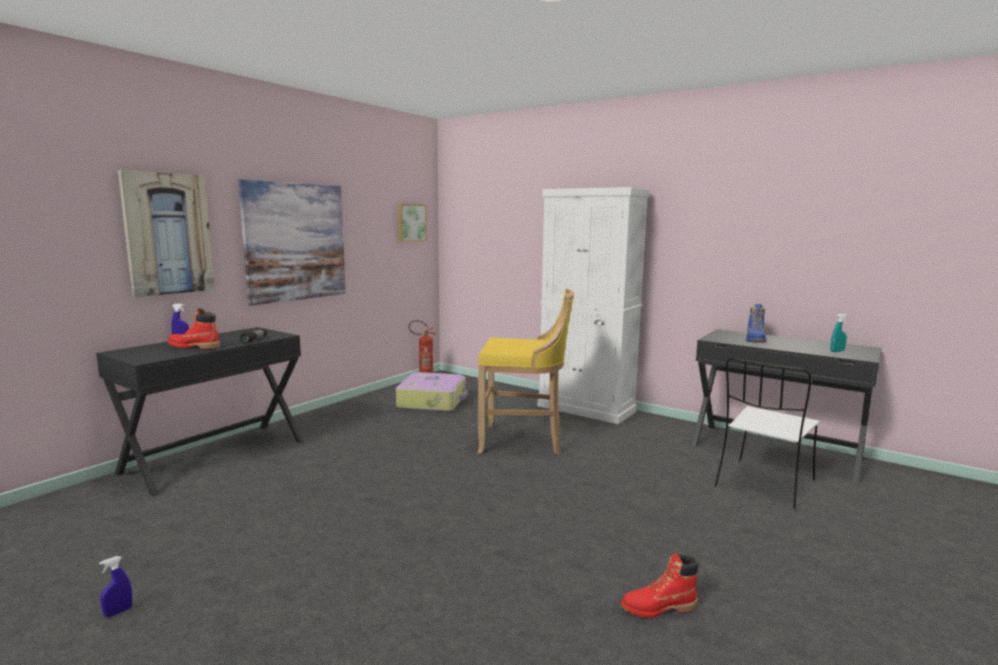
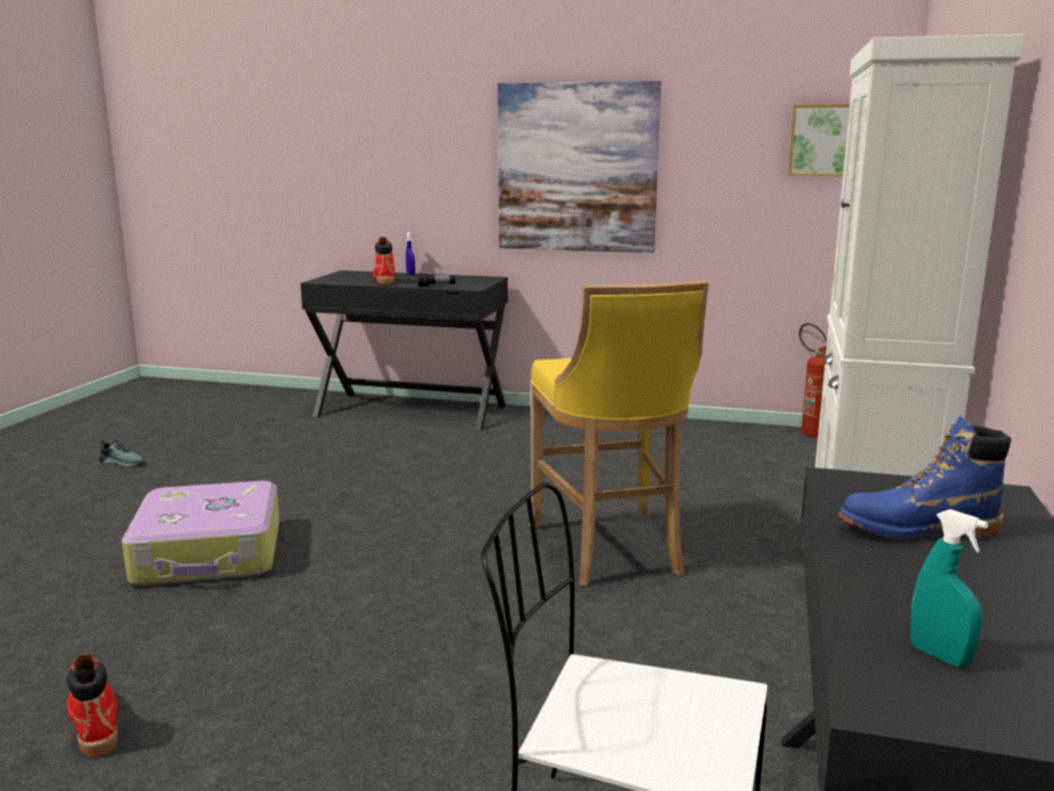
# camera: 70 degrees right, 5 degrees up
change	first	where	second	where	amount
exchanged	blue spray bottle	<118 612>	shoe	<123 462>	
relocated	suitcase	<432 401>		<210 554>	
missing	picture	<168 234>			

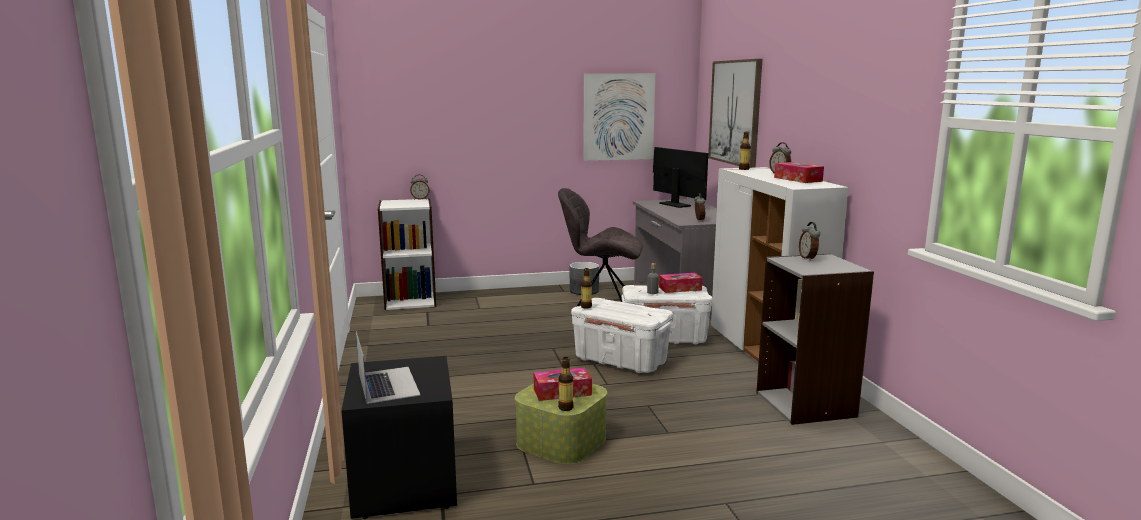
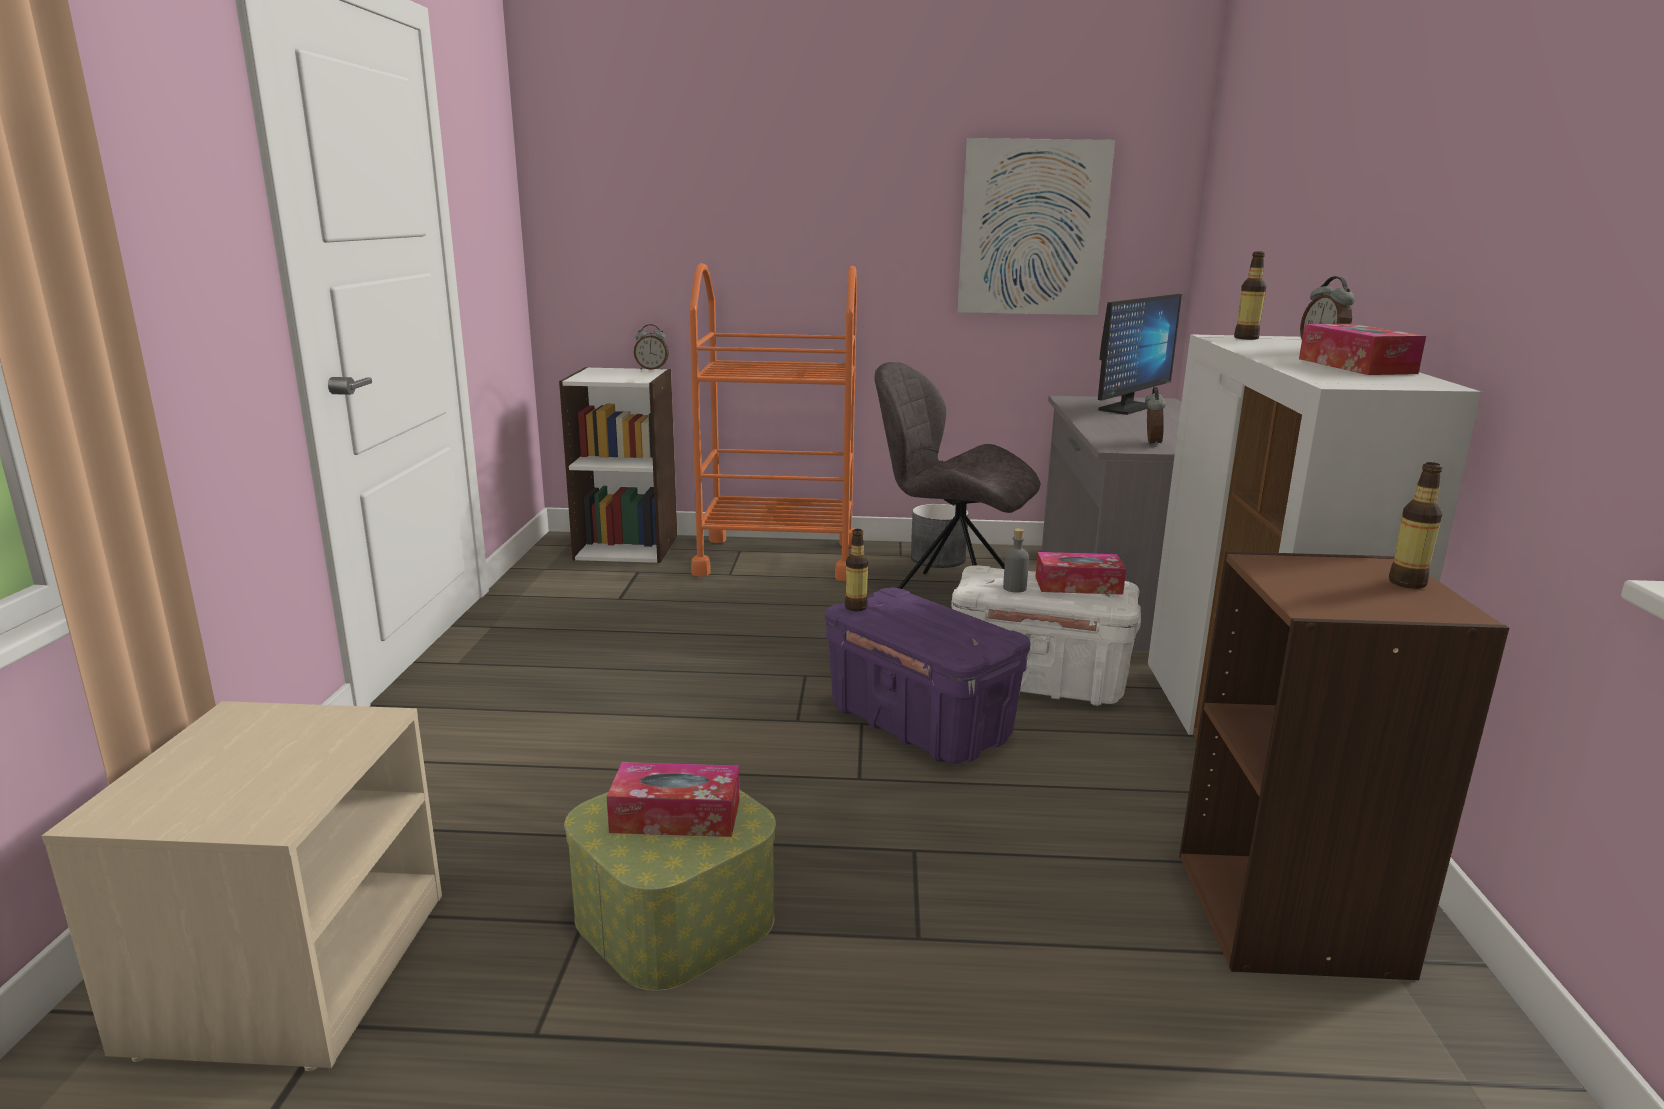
# camera: 15 degrees right, 5 degrees up
change	first	where	second	where	amount
colour	black nightstand	<403 481>	beige nightstand	<290 968>	
appeared			orange cart	<777 558>	
colour	white storage box	<620 361>	purple storage box	<917 724>	
spun	monitor	<675 204>		<1126 408>	60 degrees clockwise
colour	grey bookcase	<806 404>	brown bookcase	<1292 913>	
relocated	bottle	<565 408>		<1407 583>	
missing	laptop	<388 384>			
missing	picture	<735 112>			
missing	alarm clock	<808 258>			

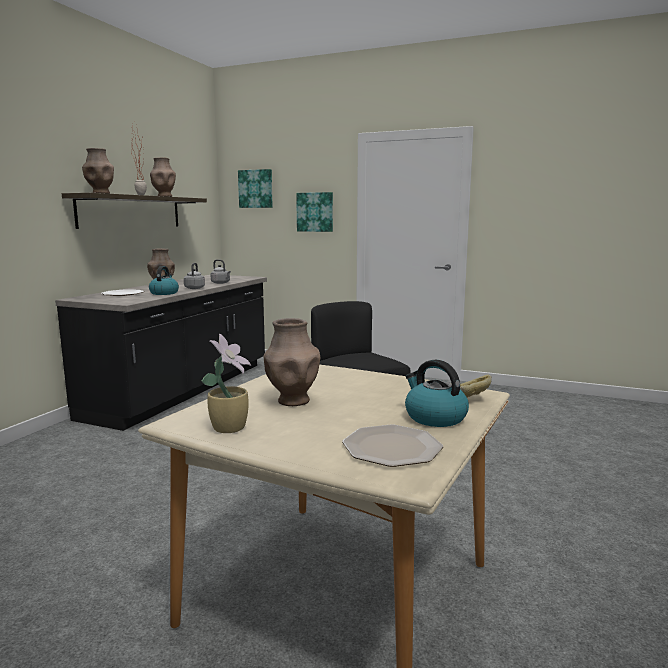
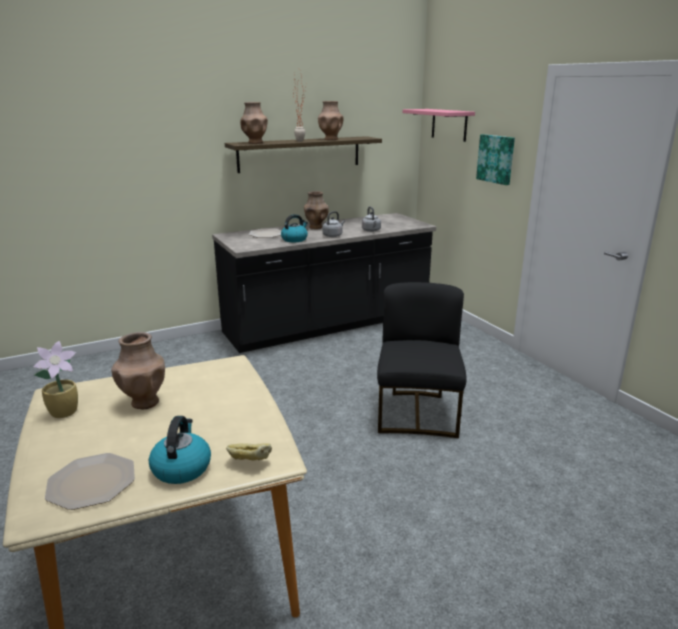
# camera: 40 degrees right, 10 degrees up
change	first	where	second	where	amount
exchanged	picture	<256 189>	pink shelf	<449 125>	

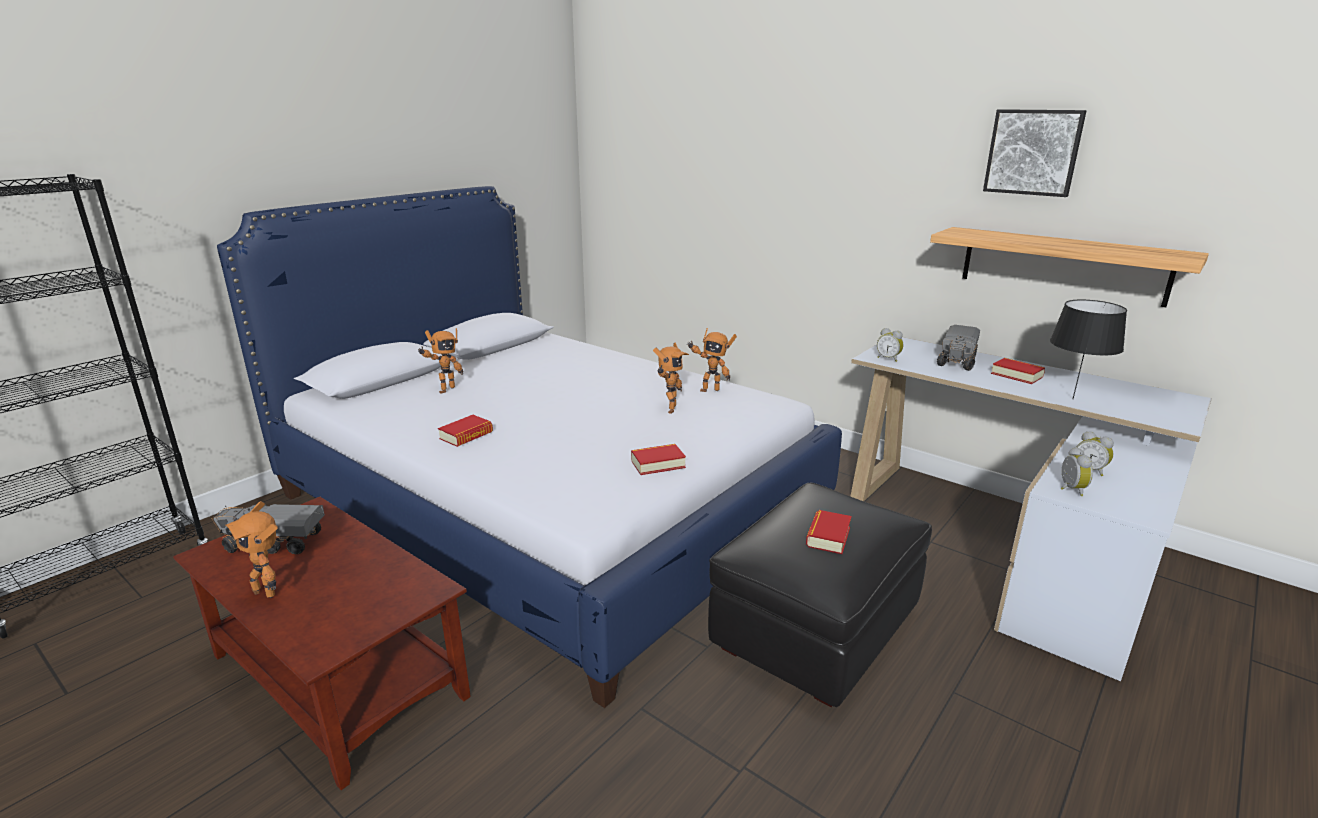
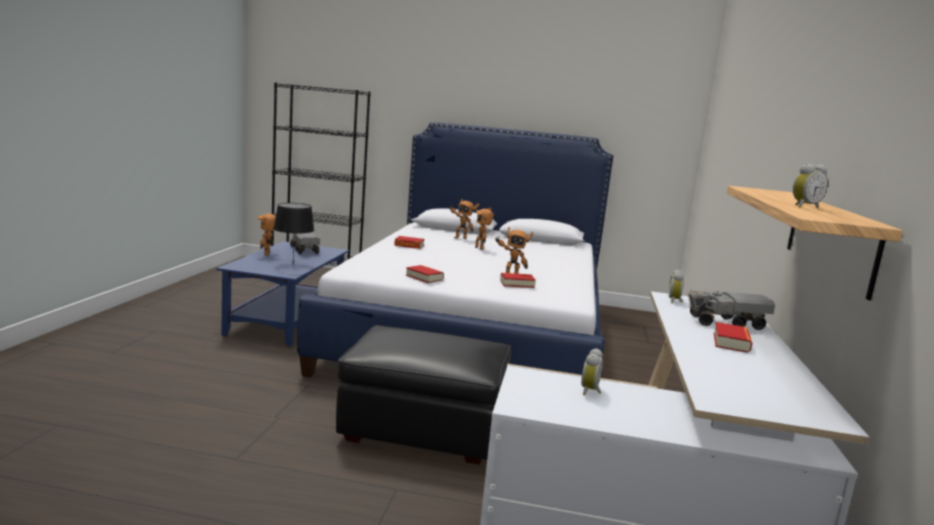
# camera: 60 degrees right, 10 degrees down
change	first	where	second	where	amount
colour	brown coffee table	<340 676>	blue coffee table	<287 320>	
relocated	black table lamp	<1072 399>		<292 264>	
relocated	toy robot	<709 389>		<480 248>	
relocated	book	<828 536>		<517 284>	
relocated	alarm clock	<1069 489>		<803 207>	
missing	picture	<1033 152>			

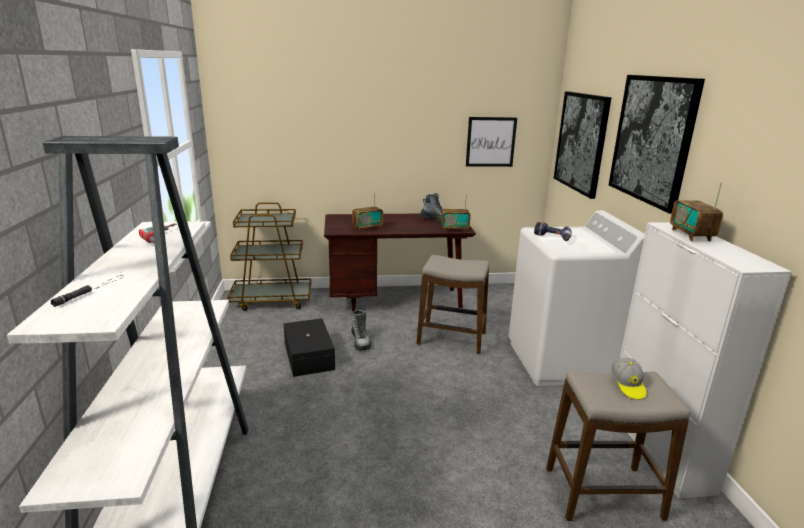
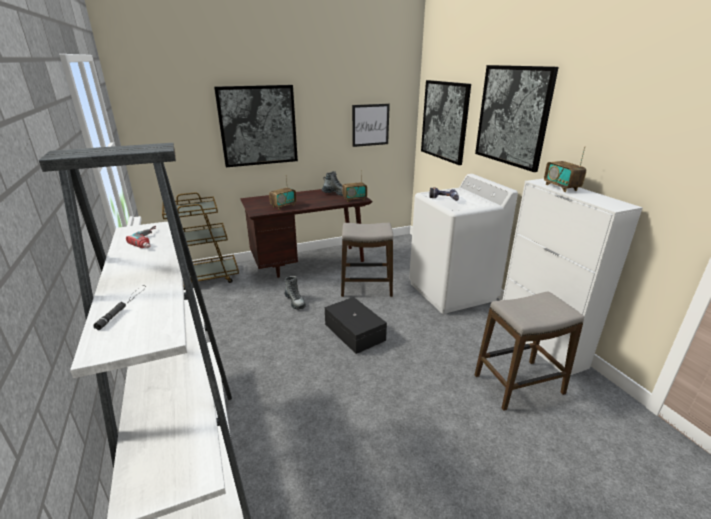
# camera: 15 degrees left, 5 degrees up
change	first	where	second	where	amount
appeared			picture	<258 126>	
relocated	black storage box	<310 355>		<355 331>	
missing	cap	<627 385>			

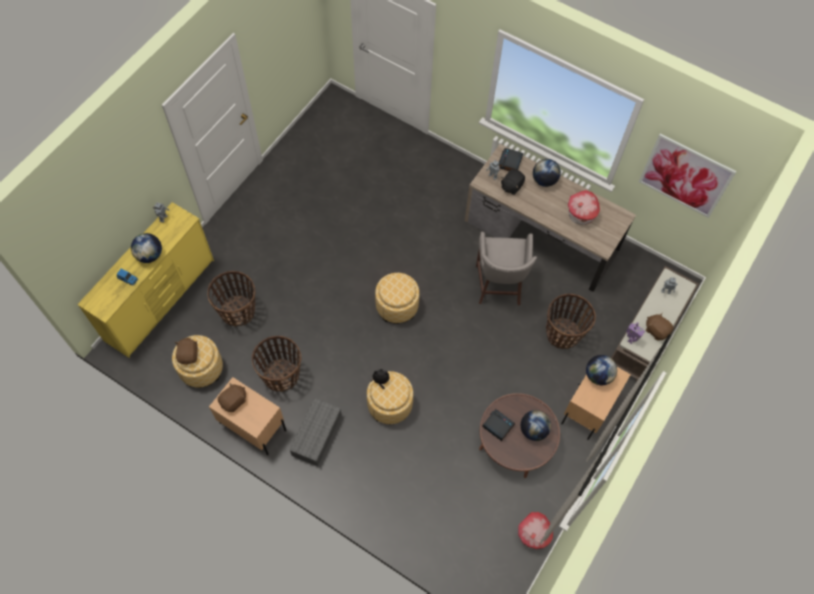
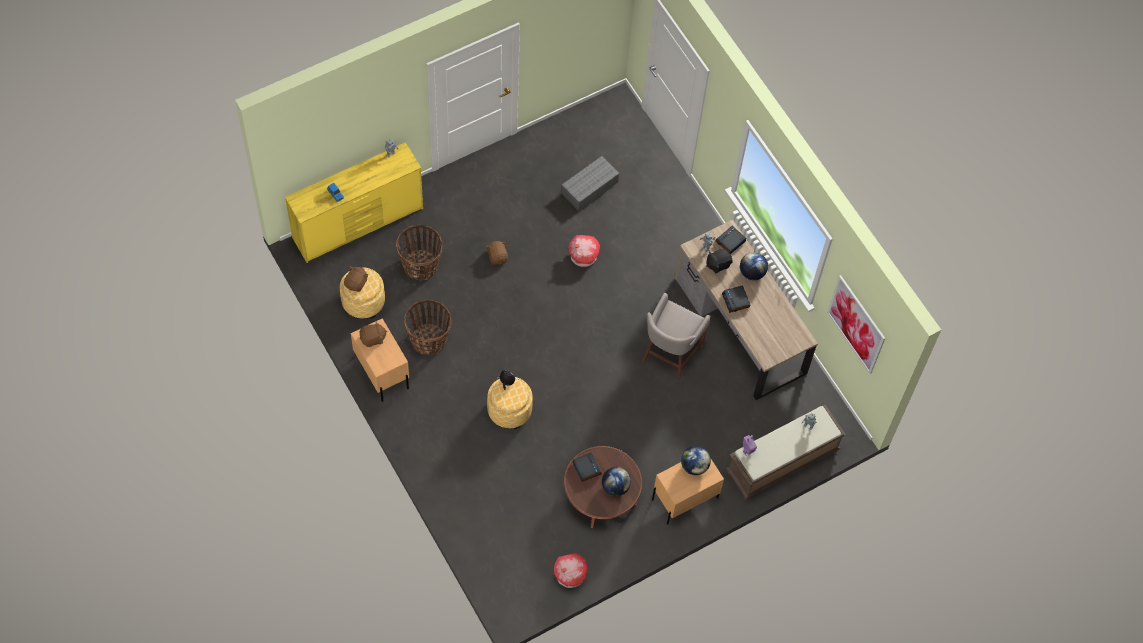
# camera: 25 degrees right, 0 degrees up
change	first	where	second	where	amount
relocated	brown plush toy	<656 330>		<497 257>	
relocated	grey storage box	<316 434>		<590 187>	
relocated	toy house	<581 215>		<583 257>	
appeared			alarm clock	<736 301>	
missing	globe	<150 255>			
missing	ottoman	<397 306>			
missing	basket	<563 333>			

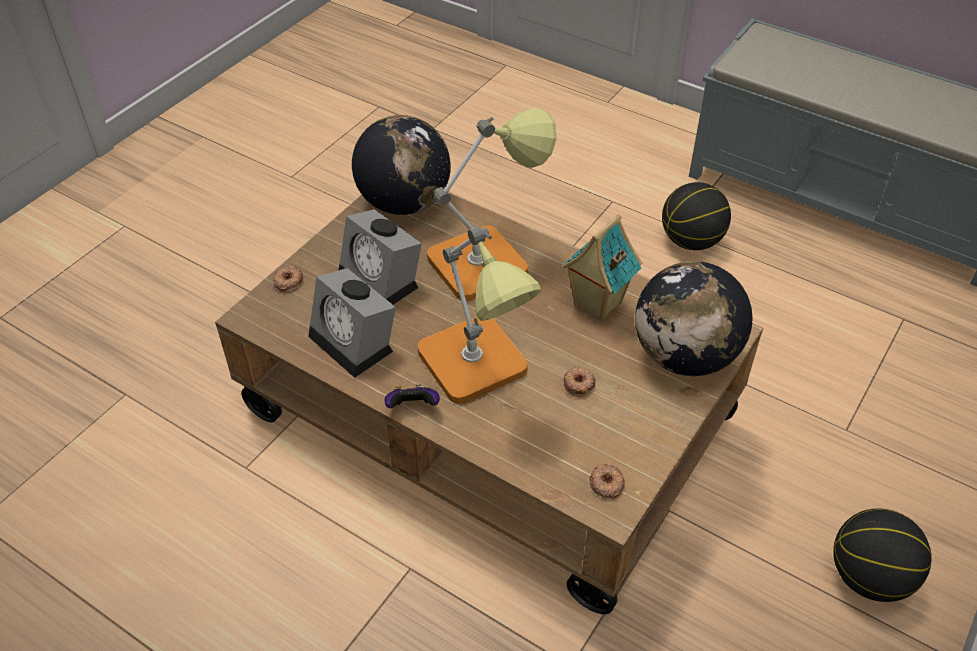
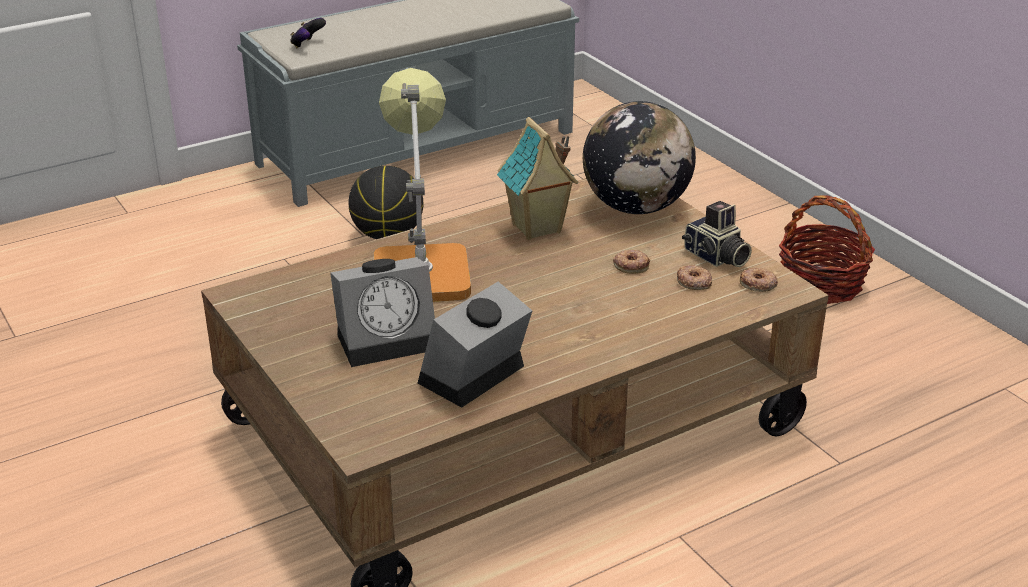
# camera: 65 degrees left, 15 degrees down
change	first	where	second	where	amount
relocated	game controller	<413 407>		<307 45>	
spun	alarm clock	<355 343>		<473 378>	150 degrees clockwise
relocated	donut	<288 281>		<693 282>	
appeared			photo camera	<716 257>	
exchanged	basketball	<869 577>	basket	<821 284>	
missing	globe	<404 202>			
missing	table lamp	<480 370>			

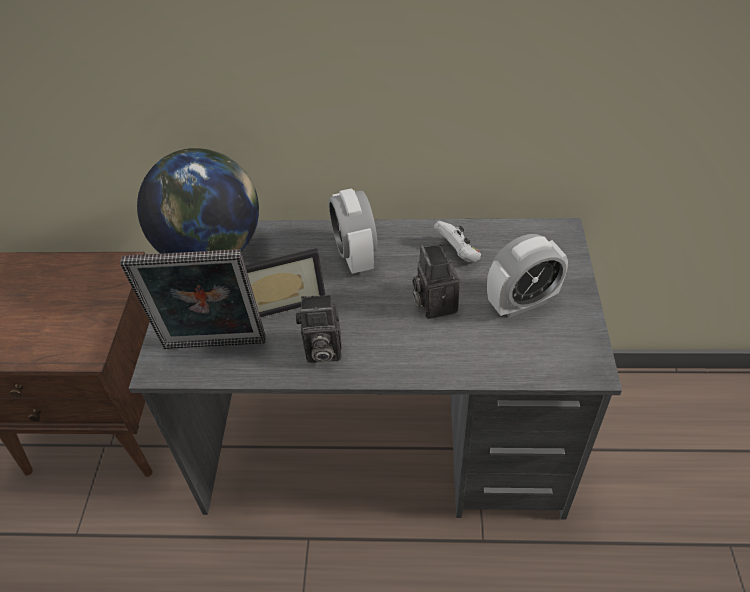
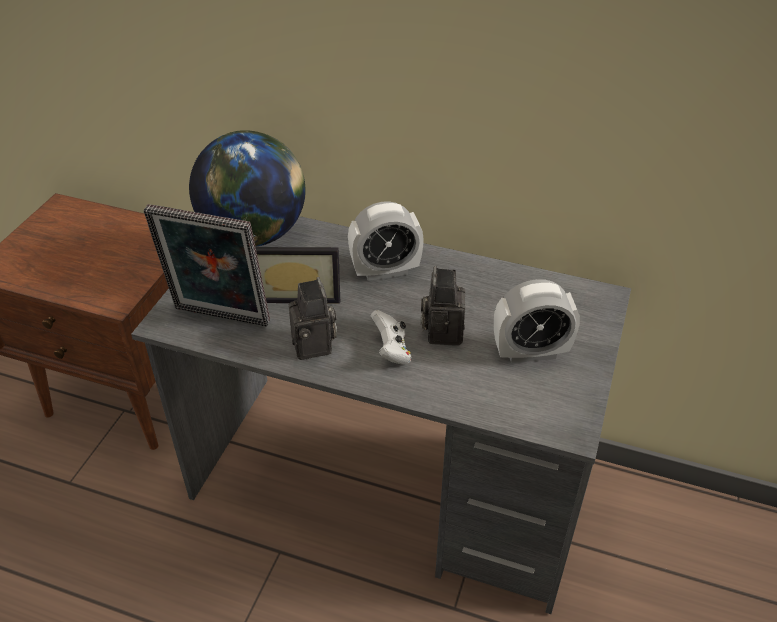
# camera: 15 degrees right, 5 degrees down
change	first	where	second	where	amount
spun	photo camera	<321 351>		<315 346>	120 degrees counterclockwise
spun	alarm clock	<355 256>		<385 271>	105 degrees counterclockwise
relocated	white game controller	<458 253>		<391 351>	

